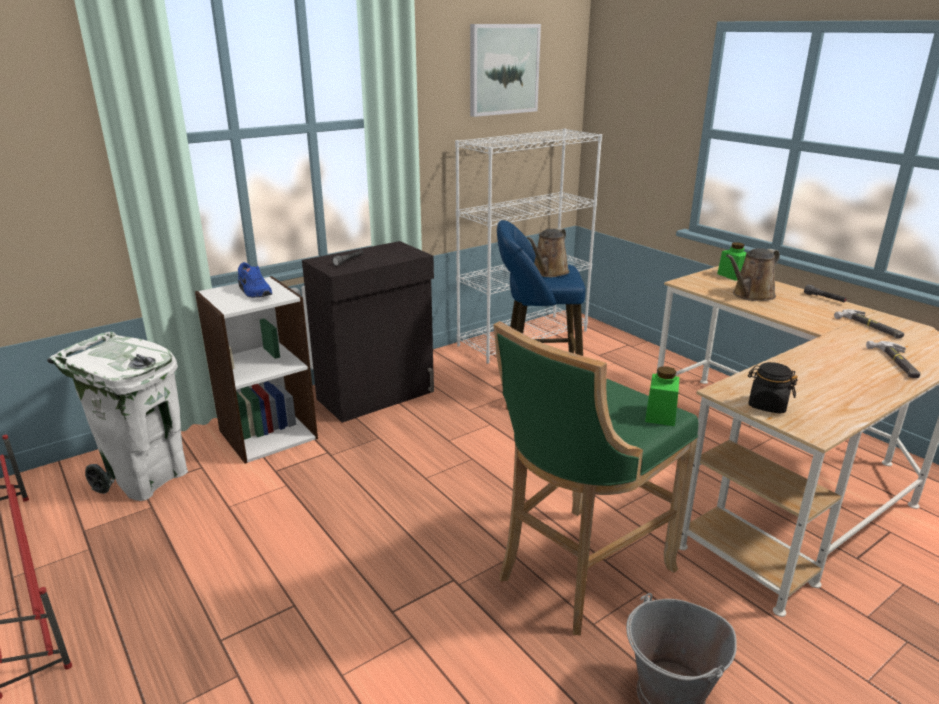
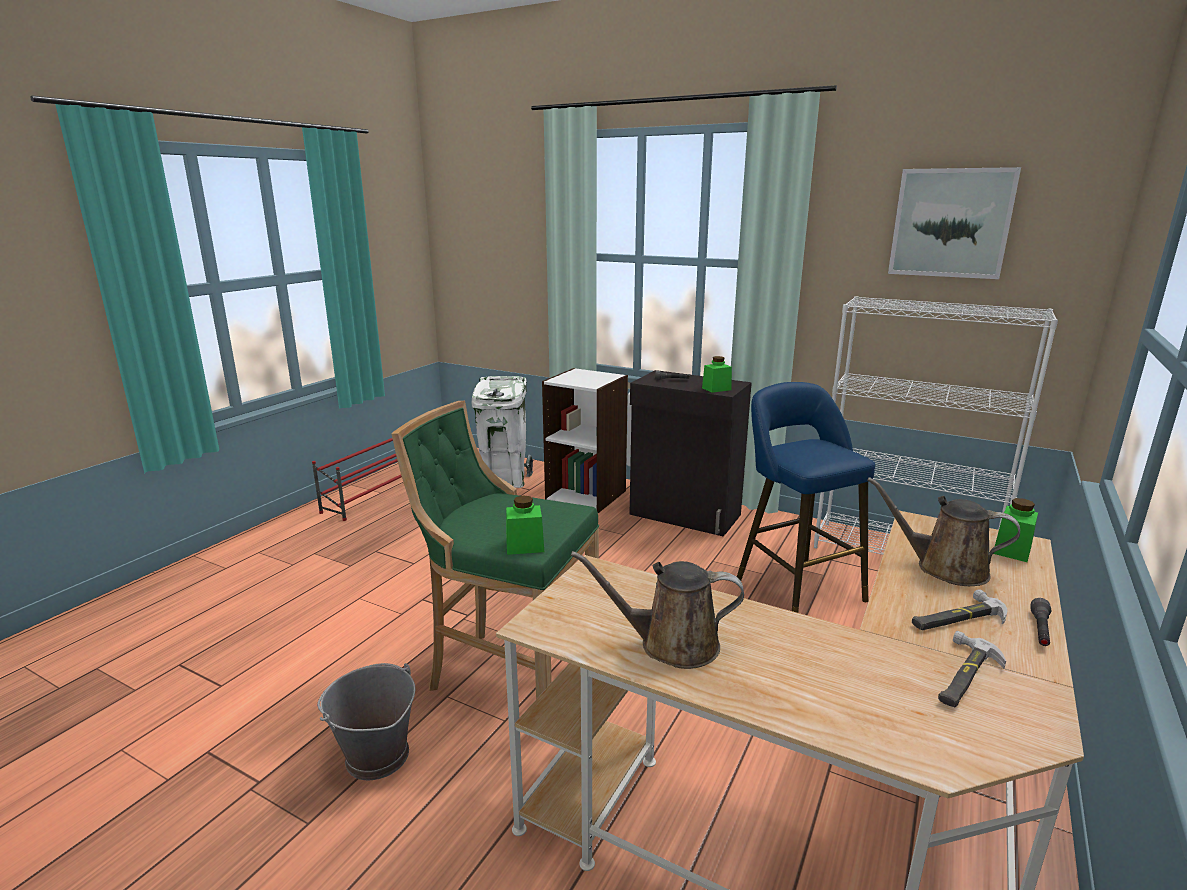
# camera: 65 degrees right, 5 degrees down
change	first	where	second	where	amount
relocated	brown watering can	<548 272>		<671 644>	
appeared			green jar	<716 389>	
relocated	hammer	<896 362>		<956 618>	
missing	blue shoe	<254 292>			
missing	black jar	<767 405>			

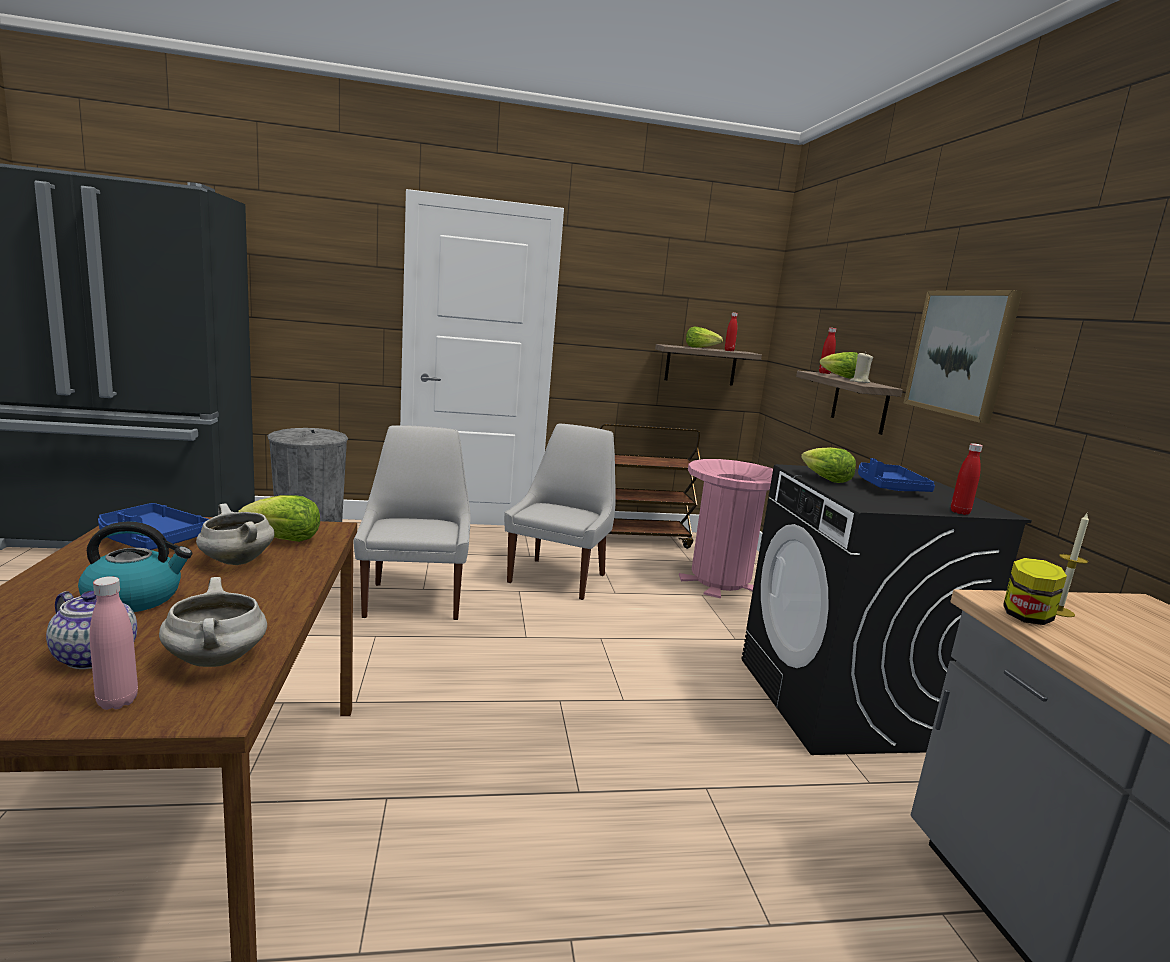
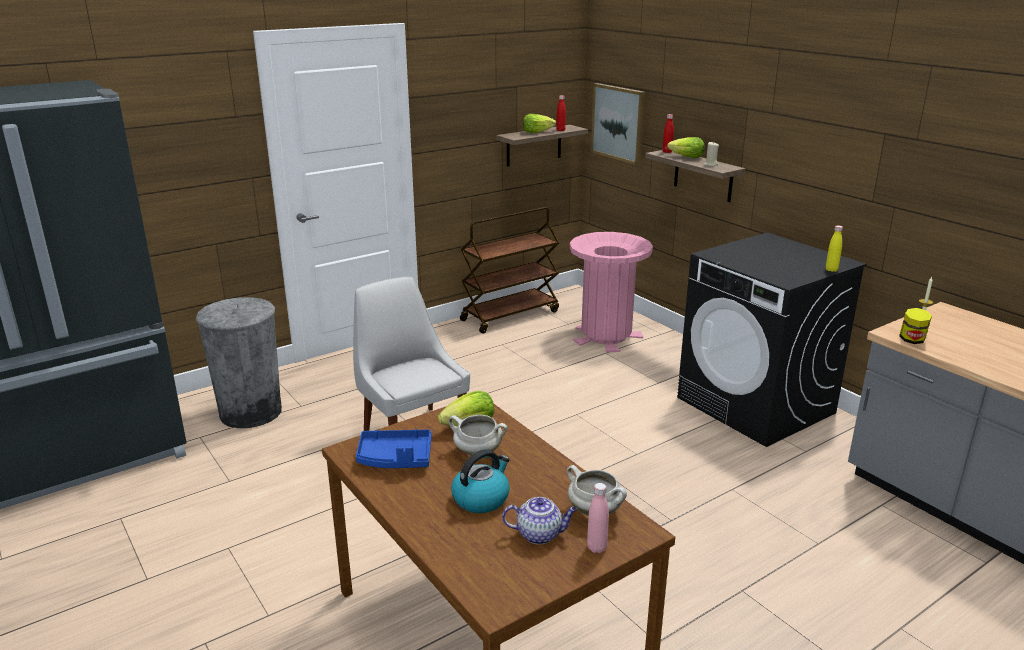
# camera: 25 degrees left, 10 degrees up
change	first	where	second	where	amount
relocated	picture	<960 353>		<618 123>	
colour	red bottle	<960 512>	yellow bottle	<831 270>	
missing	white chair	<559 577>			
missing	lettuce	<824 479>			
missing	blue tray	<888 487>			

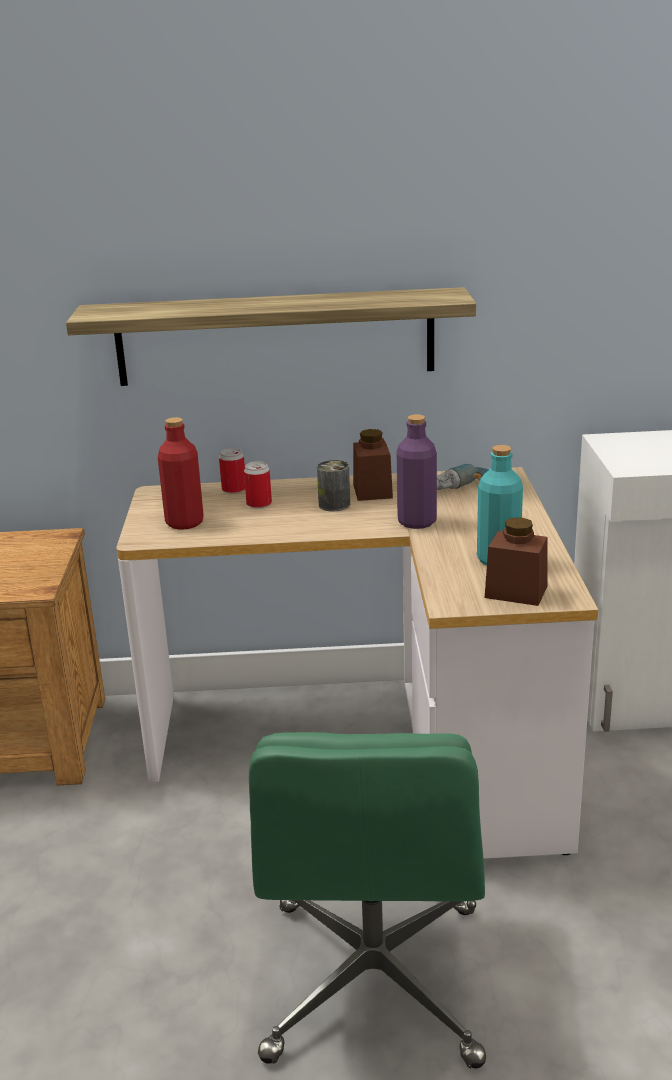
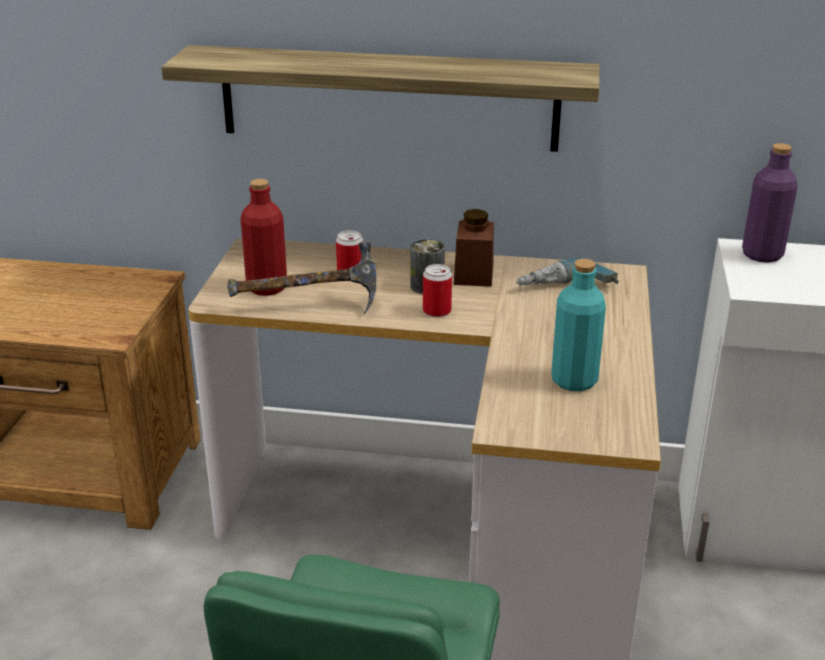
# camera: 10 degrees right, 5 degrees up
change	first	where	second	where	amount
appeared			hammer	<309 308>	
relocated	can	<234 489>		<437 311>	
relocated	purple bottle	<417 522>		<762 255>	
missing	brown jar	<516 592>			

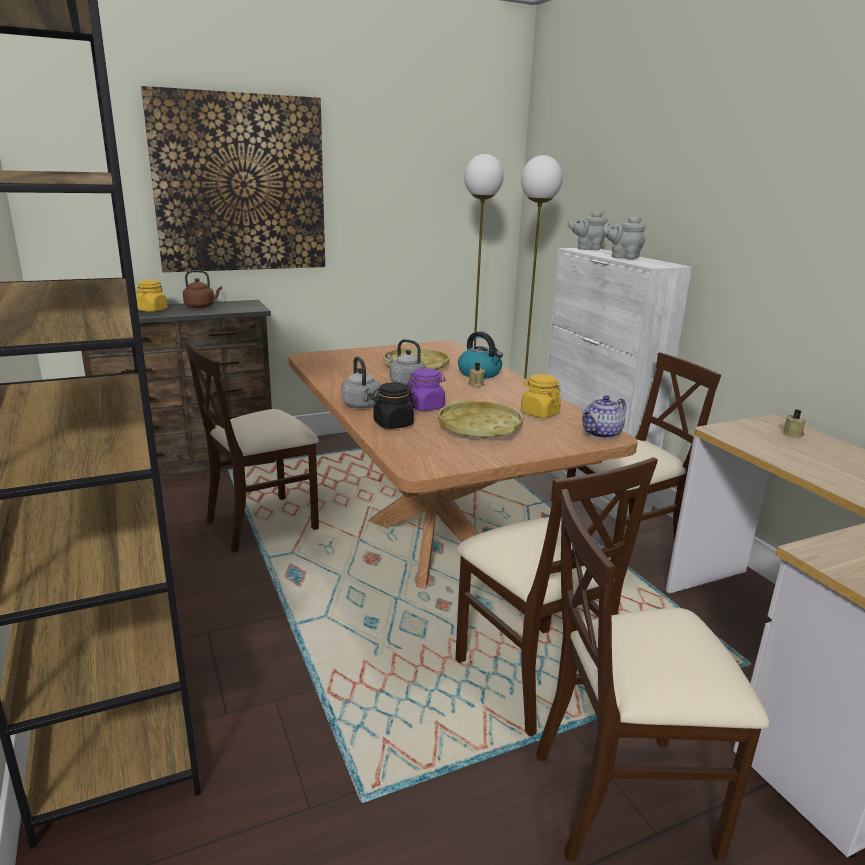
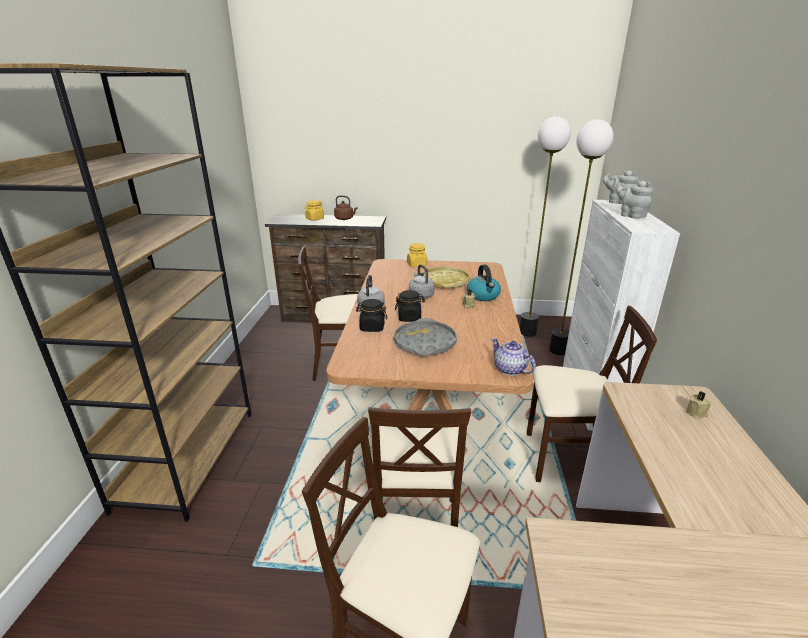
# camera: 30 degrees right, 5 degrees up
change	first	where	second	where	amount
colour	yellow tray	<479 427>	grey tray	<425 343>	
colour	purple jar	<425 407>	black jar	<409 318>	
relocated	yellow jar	<539 413>		<416 265>	
spun	teapot	<602 433>		<510 369>	60 degrees clockwise
missing	picture	<240 184>			

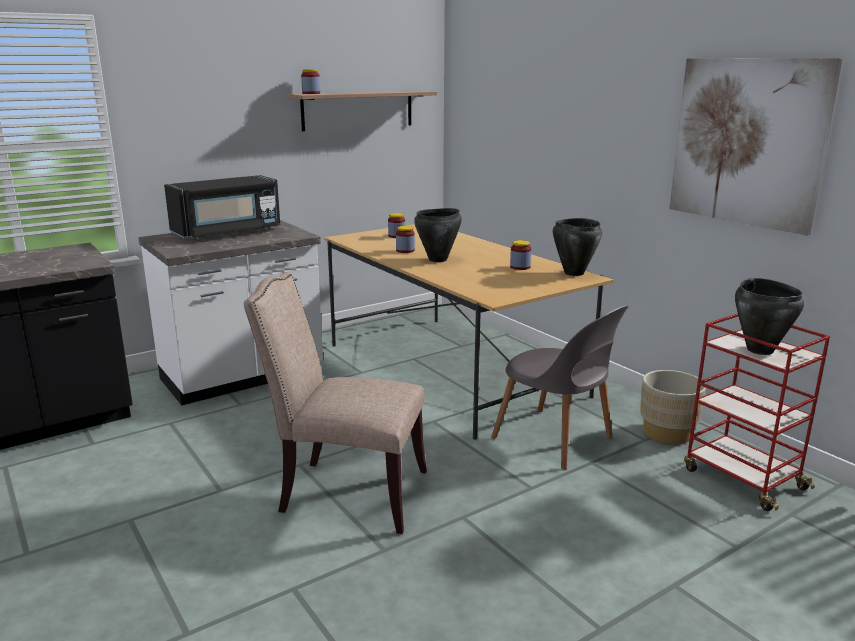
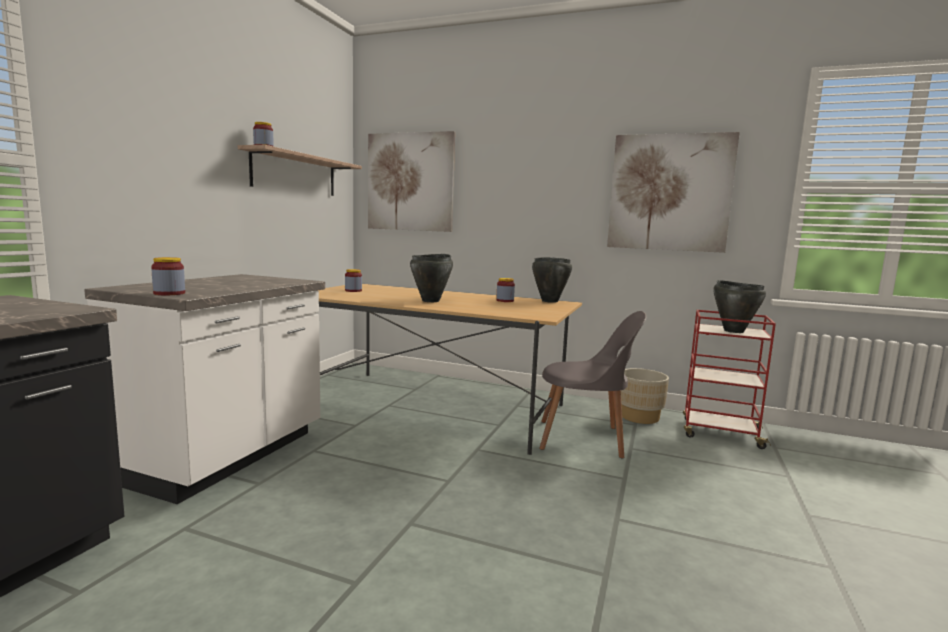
# camera: 35 degrees left, 10 degrees down
change	first	where	second	where	amount
relocated	jar	<405 250>		<169 293>	
appeared			picture	<410 182>	
missing	black microwave	<227 232>			
missing	beige chair	<347 492>			

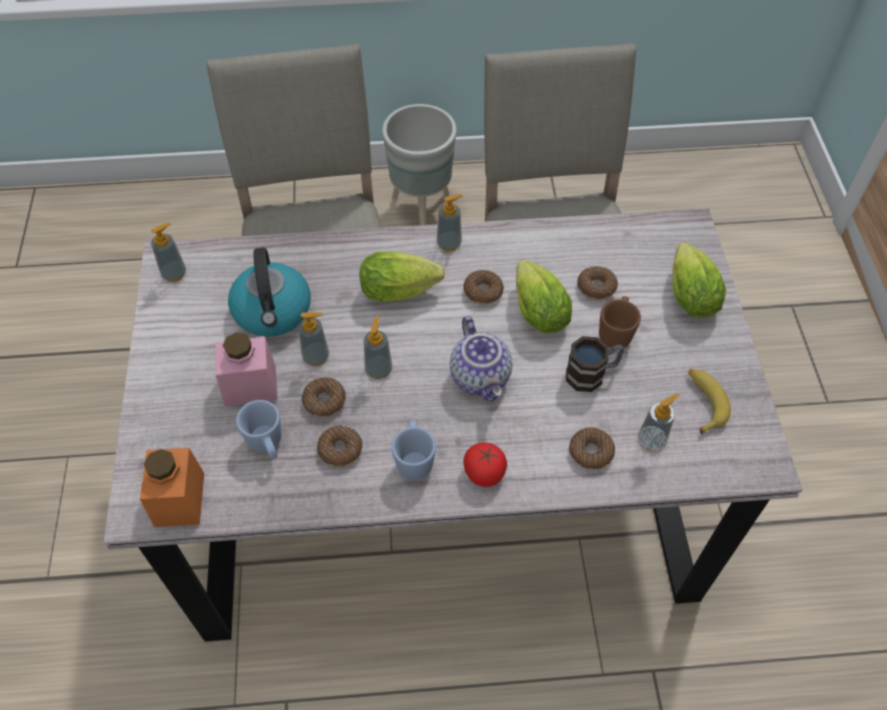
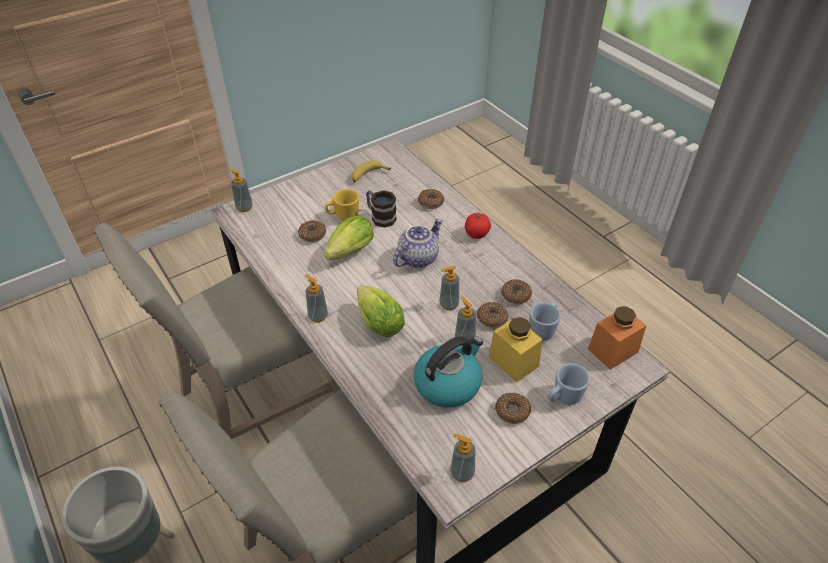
# camera: 120 degrees left, 10 degrees down
change	first	where	second	where	amount
relocated	soap dispenser	<651 440>		<244 207>	
colour	brown mug	<616 332>	yellow mug	<343 217>	
colour	pink jar	<250 385>	yellow jar	<513 361>	
relocated	donut	<483 291>		<512 411>	
relocated	blue mug	<414 459>		<563 398>	
missing	lettuce	<688 293>			

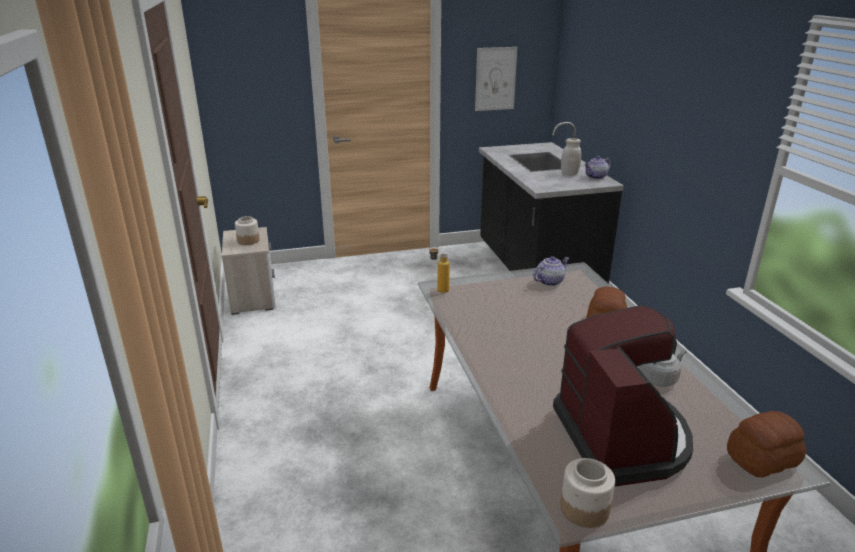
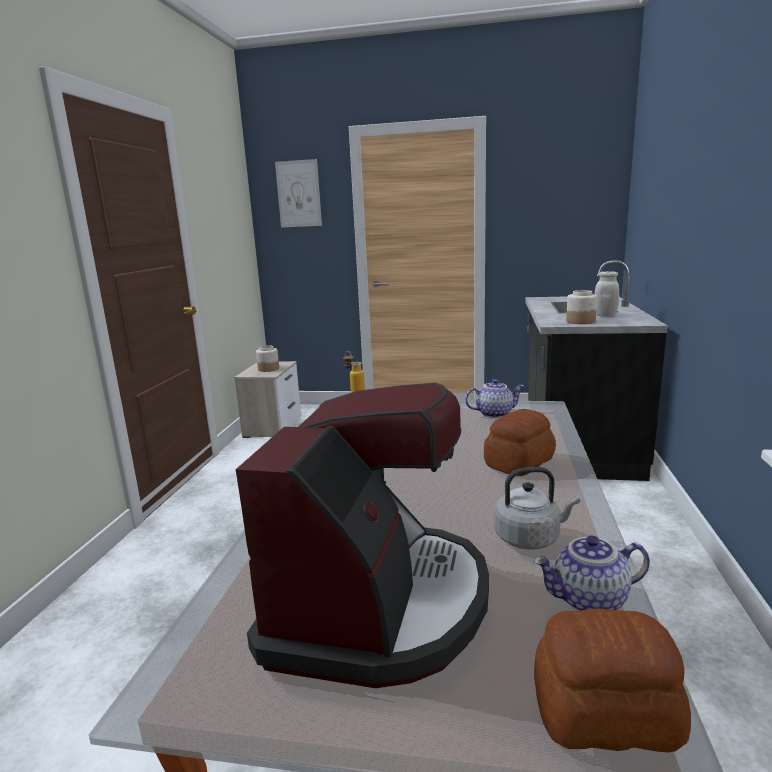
# camera: 25 degrees right, 10 degrees down
change	first	where	second	where	amount
relocated	picture	<495 79>		<298 194>	
relocated	teapot	<596 177>		<589 601>	
relocated	jar	<584 509>		<580 321>	

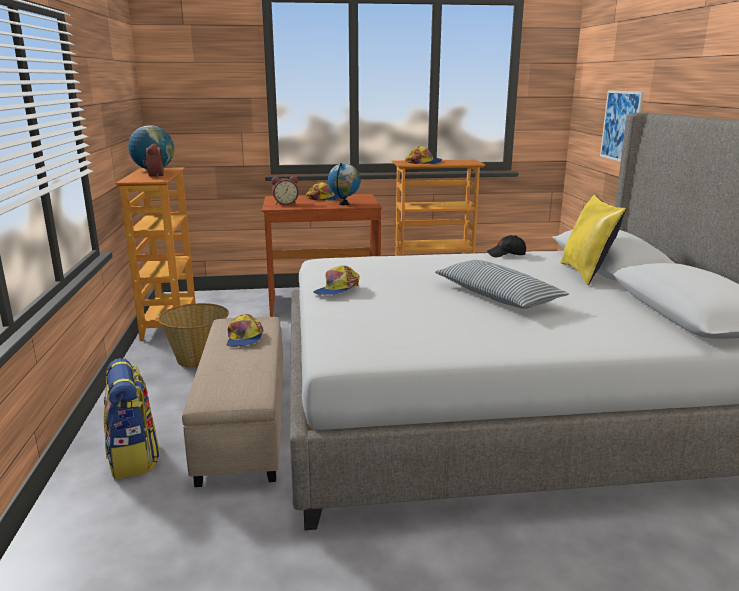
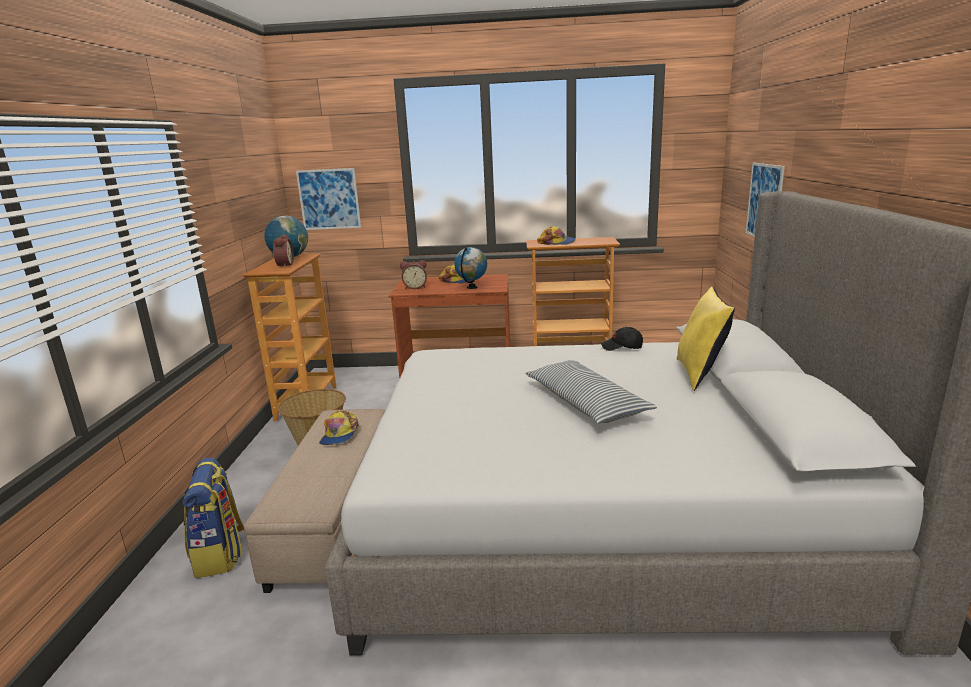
# camera: 10 degrees right, 0 degrees up
change	first	where	second	where	amount
appeared			picture	<329 199>	
missing	cap	<337 290>			

